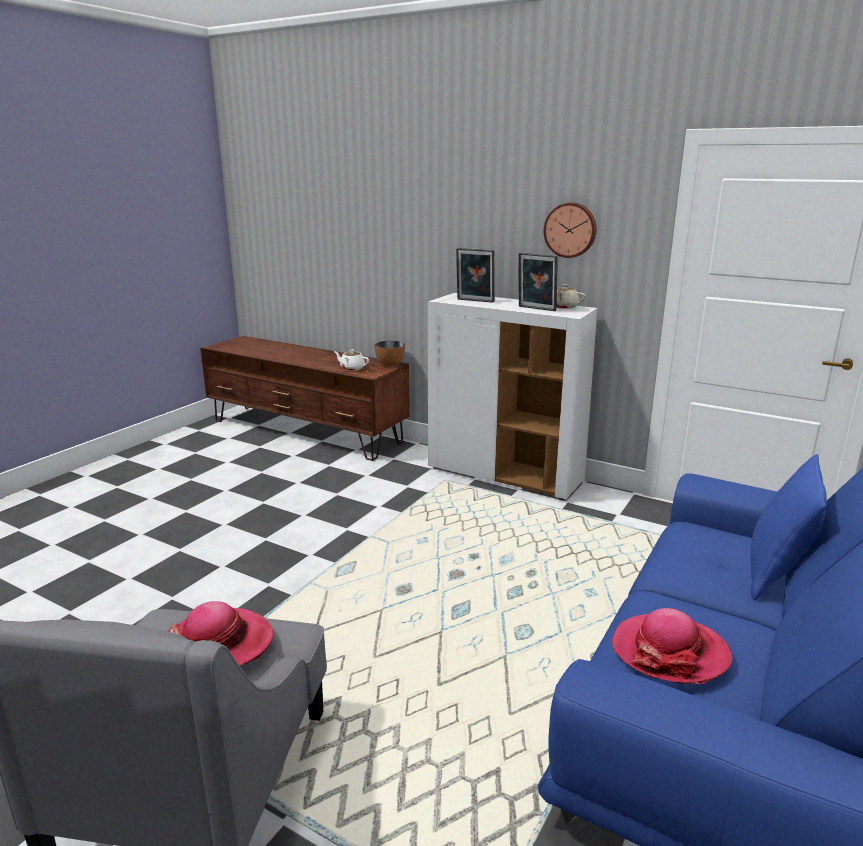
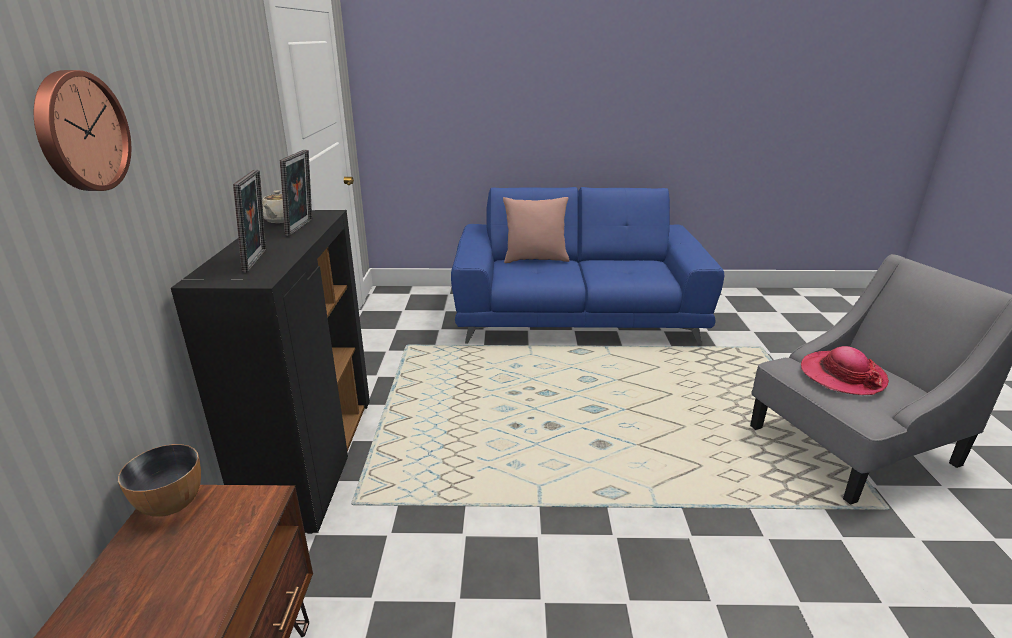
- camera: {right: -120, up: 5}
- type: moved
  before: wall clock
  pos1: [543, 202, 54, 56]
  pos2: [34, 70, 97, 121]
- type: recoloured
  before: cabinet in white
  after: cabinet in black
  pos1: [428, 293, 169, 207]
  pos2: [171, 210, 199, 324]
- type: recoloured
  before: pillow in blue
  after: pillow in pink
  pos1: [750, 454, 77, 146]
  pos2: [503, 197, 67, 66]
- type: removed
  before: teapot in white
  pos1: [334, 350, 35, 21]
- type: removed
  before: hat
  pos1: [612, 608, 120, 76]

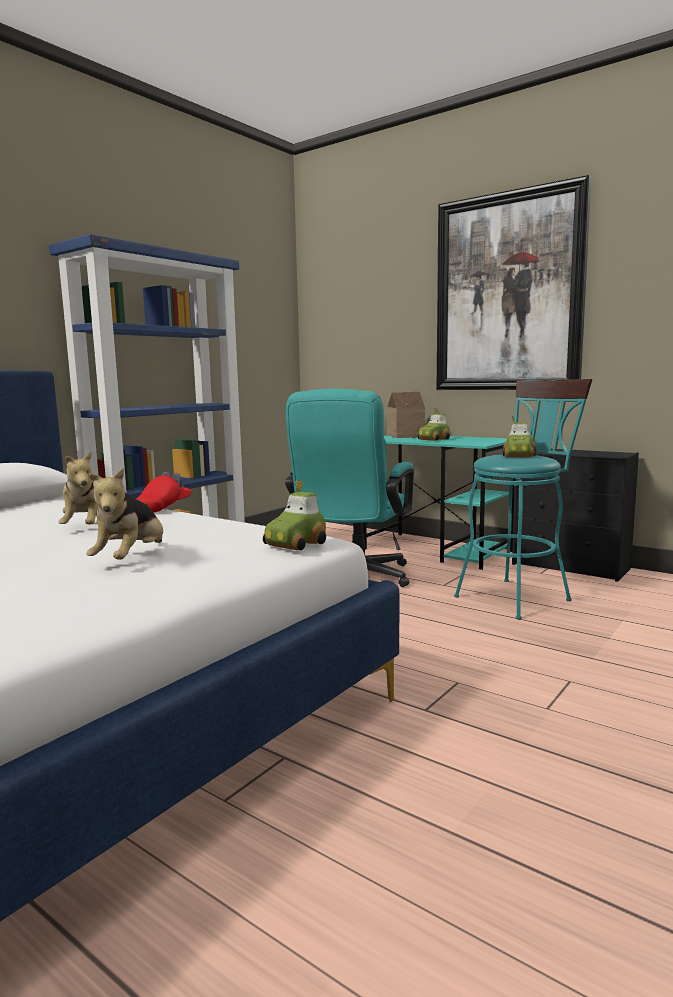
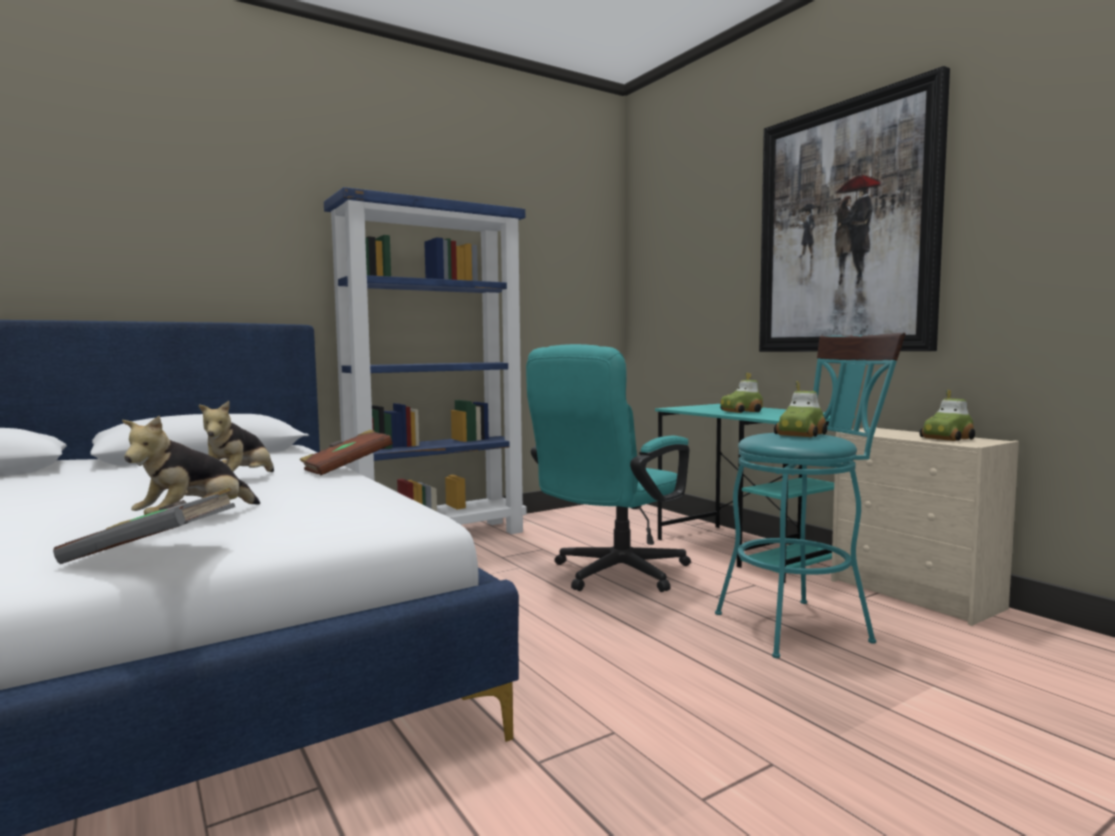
- camera: {right: 20, up: -5}
- type: added
  after: book in grey
  pos2: [53, 488, 182, 76]
- type: replaced
  before: cap in red
  after: book in brown
  pos1: [137, 472, 55, 41]
  pos2: [300, 430, 93, 45]
- type: recoloured
  before: dresser in black
  after: dresser in beige
  pos1: [512, 449, 127, 133]
  pos2: [831, 427, 188, 199]
- type: moved
  before: toy car
  pos1: [263, 480, 63, 70]
  pos2: [919, 390, 56, 51]
- type: removed
  before: toy house
  pos1: [387, 392, 38, 46]

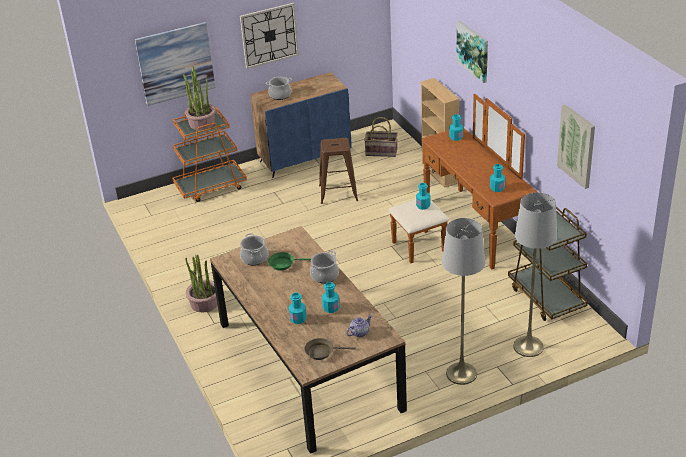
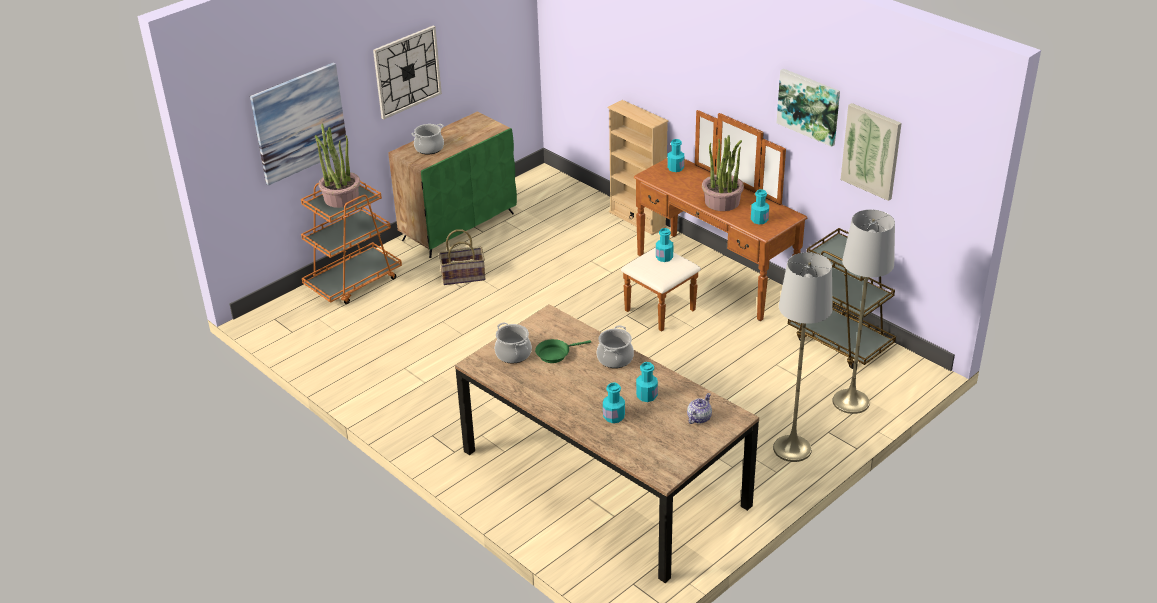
- camera: {right: -20, up: 0}
- type: recoloured
  before: cabinet in blue
  after: cabinet in green
  pos1: [250, 72, 101, 106]
  pos2: [388, 111, 129, 147]
- type: moved
  before: basket
  pos1: [364, 117, 34, 40]
  pos2: [439, 229, 46, 56]
- type: moved
  before: potted plant
  pos1: [186, 255, 32, 57]
  pos2: [702, 135, 42, 76]
- type: moved
  before: picture
  pos1: [456, 21, 32, 62]
  pos2: [777, 69, 63, 78]
- type: removed
  before: frying pan in brown
  pos1: [305, 338, 51, 22]
- type: removed
  before: stool in brown
  pos1: [319, 138, 39, 66]

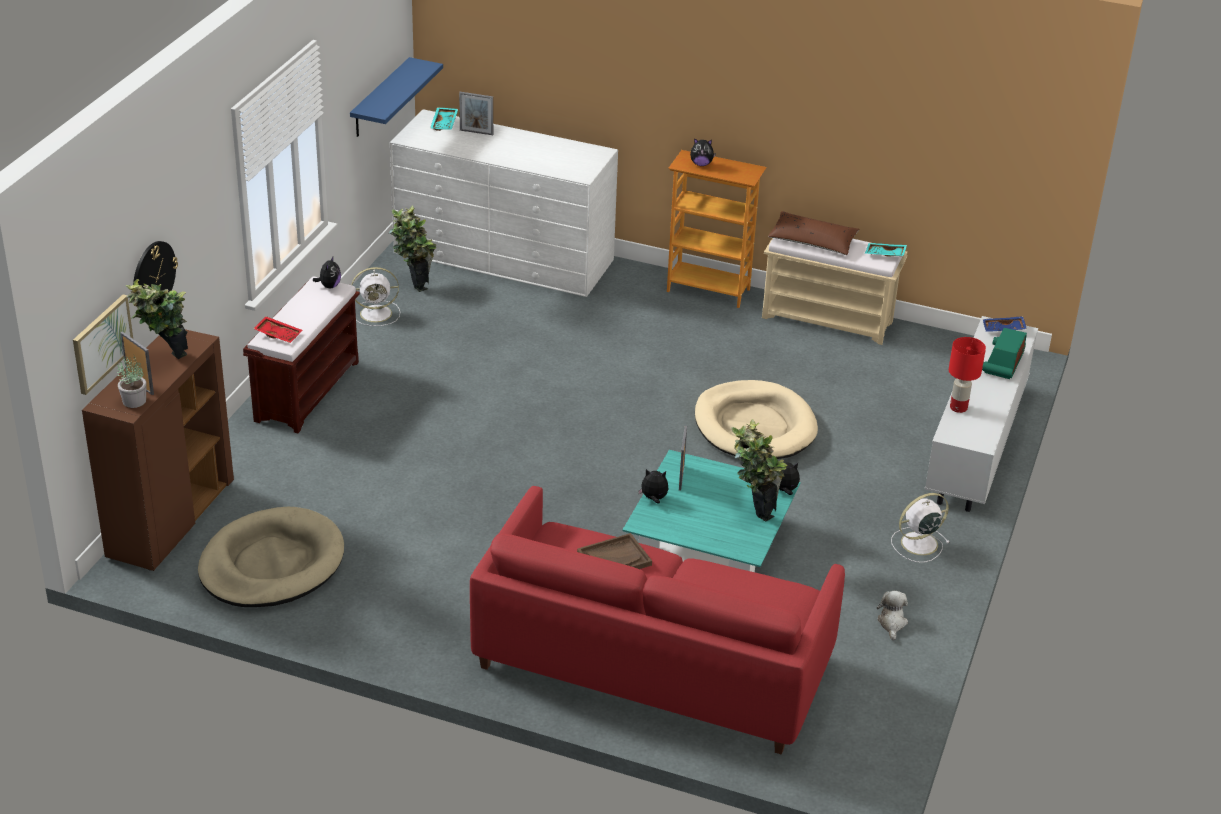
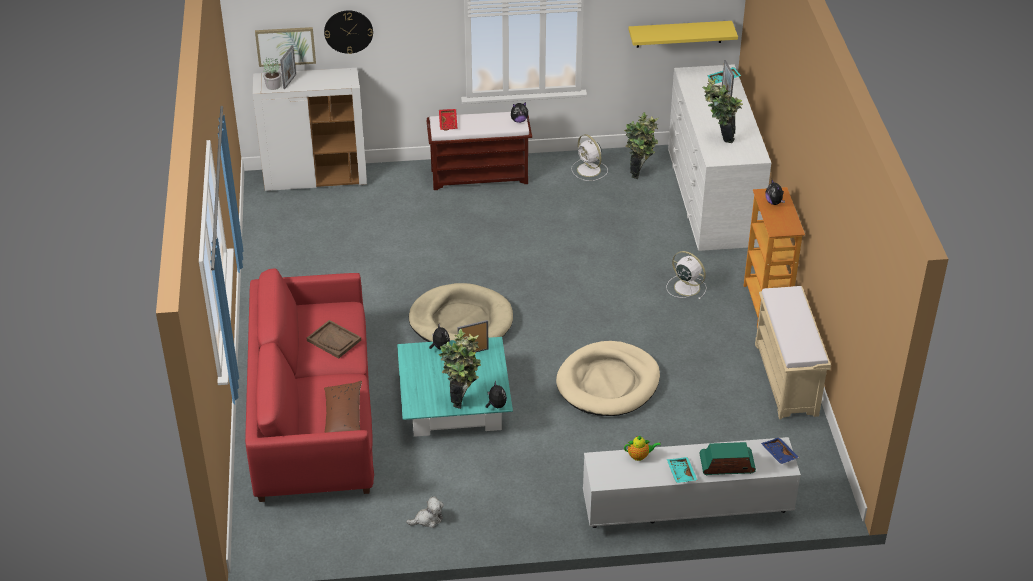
- camera: {right: 65, up: 5}
- type: recoloured
  before: cabinet in brown
  after: cabinet in white
  pos1: [82, 329, 152, 242]
  pos2: [253, 68, 114, 123]
- type: moved
  before: pillow in brown
  pos1: [768, 211, 92, 44]
  pos2: [324, 381, 38, 52]
- type: moved
  before: dog bed in beige
  pos1: [198, 507, 146, 100]
  pos2: [409, 283, 104, 59]
- type: replaced
  before: table lamp in red
  after: teapot
  pos1: [949, 337, 37, 76]
  pos2: [624, 435, 37, 26]
- type: recoloured
  before: shelf in blue
  after: shelf in yellow
  pos1: [350, 57, 93, 80]
  pos2: [628, 21, 110, 27]
- type: moved
  before: fan in white
  pos1: [891, 493, 59, 70]
  pos2: [666, 251, 41, 49]
- type: moved
  before: tray in turquoise
  pos1: [865, 243, 42, 13]
  pos2: [667, 457, 30, 26]
- type: moved
  before: potted plant
  pos1: [125, 279, 63, 80]
  pos2: [702, 78, 41, 65]

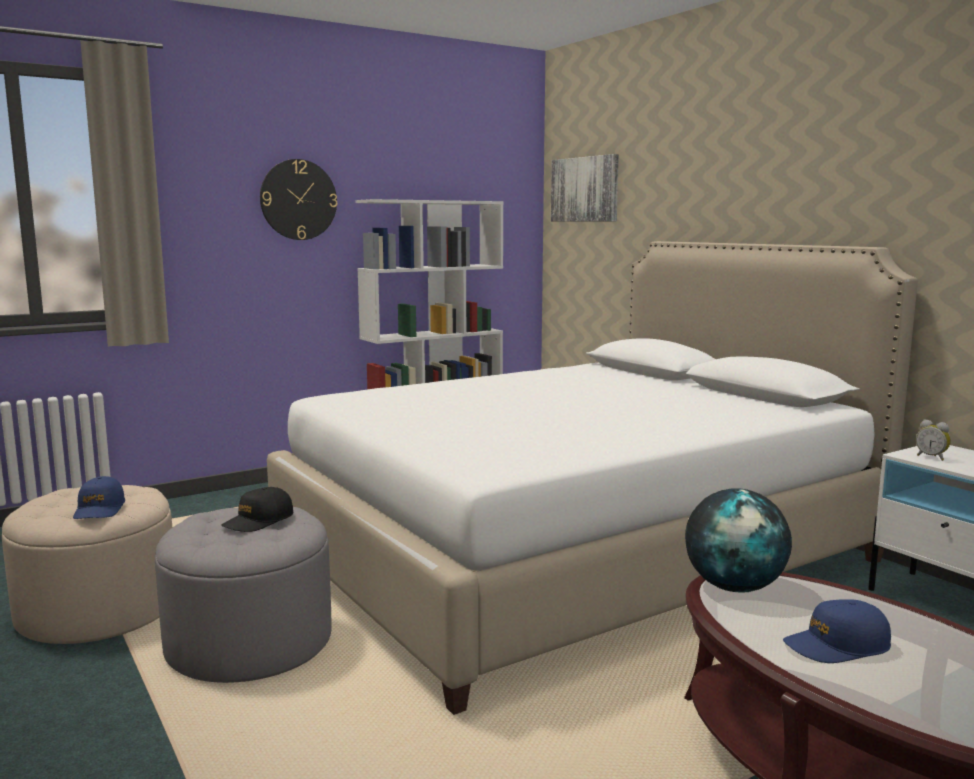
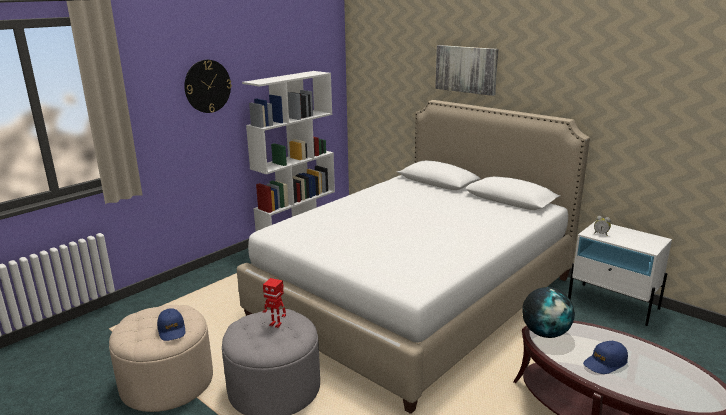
- camera: {right: -15, up: 10}
- type: replaced
  before: cap in black
  after: toy robot
  pos1: [221, 487, 72, 45]
  pos2: [263, 278, 23, 50]
- type: moved
  before: picture
  pos1: [551, 154, 68, 67]
  pos2: [435, 45, 64, 51]

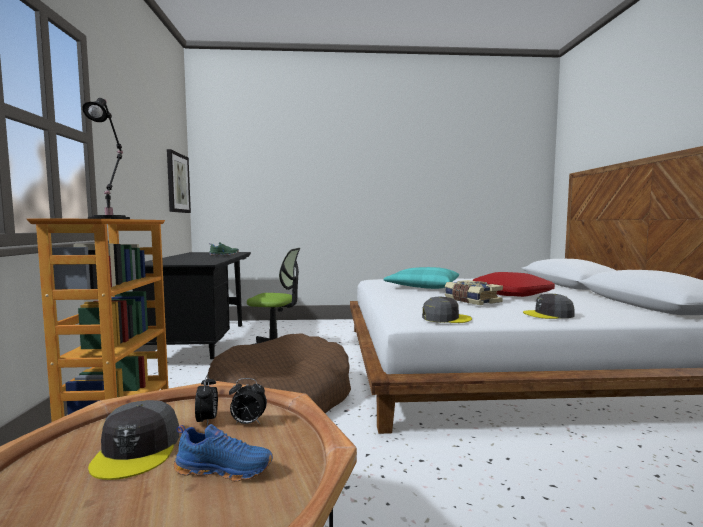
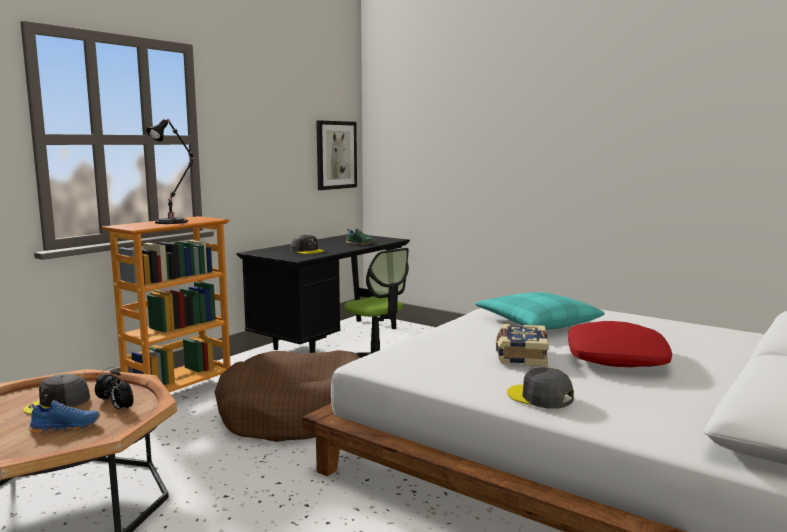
- camera: {right: 40, up: 5}
- type: turned
  before: shoe in blue
  pos1: [174, 424, 99, 57]
  pos2: [29, 400, 71, 33]
  turn: -60
- type: moved
  before: cap in grey
  pos1: [422, 297, 50, 26]
  pos2: [291, 234, 33, 20]

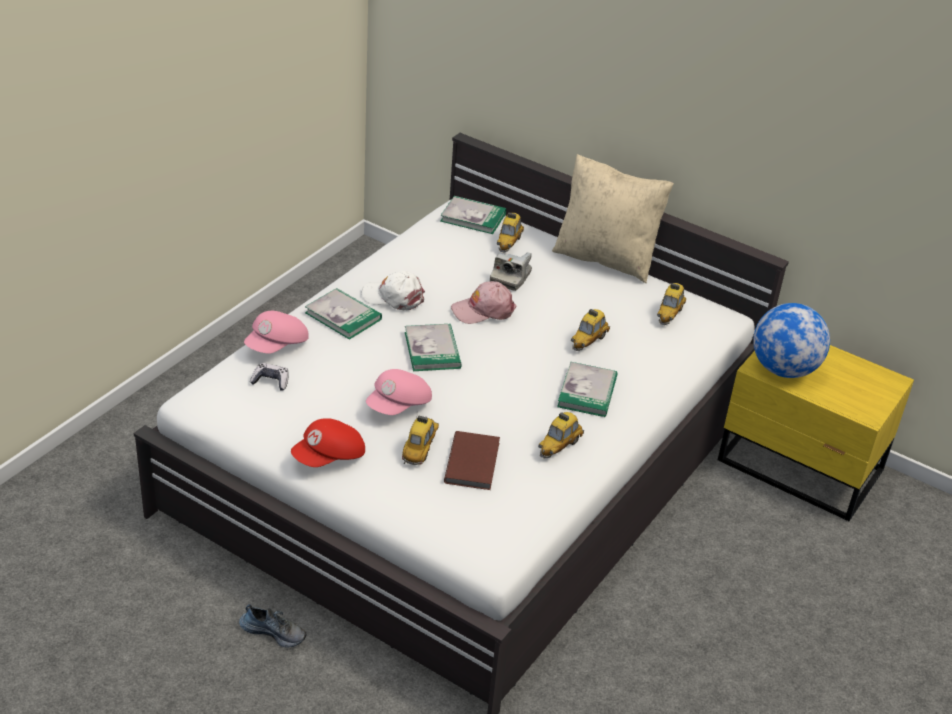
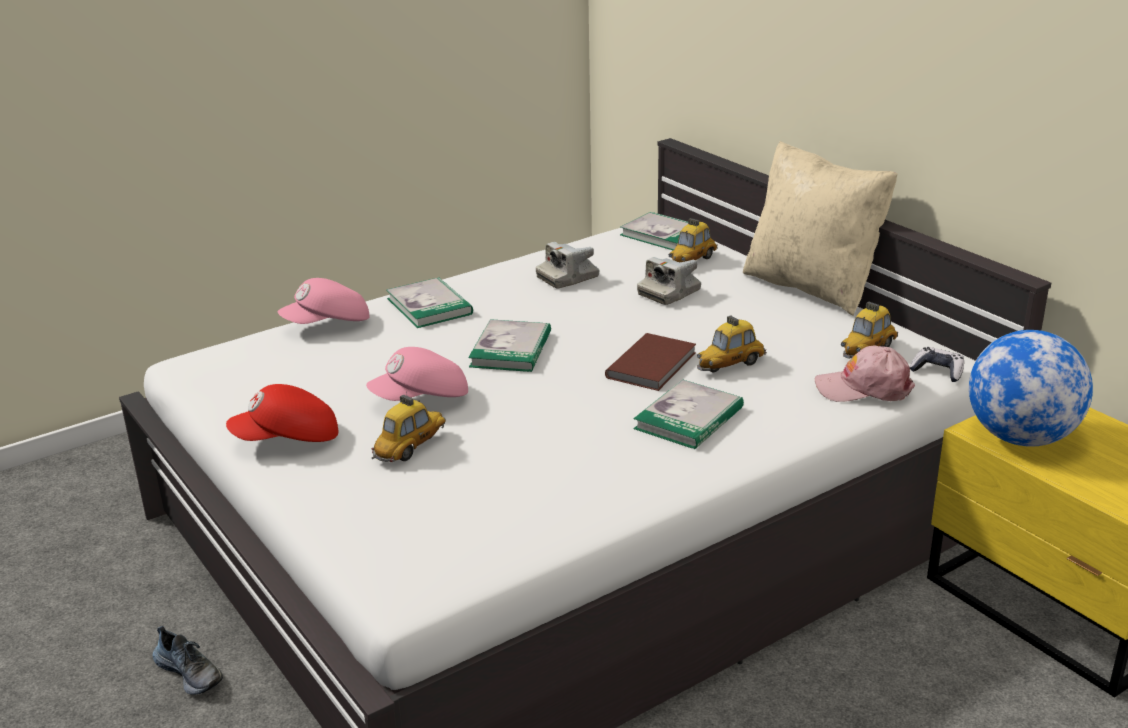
- camera: {right: 25, up: -10}
- type: added
  after: photo camera
  pos2: [536, 242, 64, 46]
- type: moved
  before: book in brown
  pos1: [444, 431, 56, 59]
  pos2: [605, 333, 91, 58]
- type: moved
  before: cap in pink
  pos1: [451, 281, 66, 43]
  pos2: [815, 346, 100, 56]
- type: moved
  before: game controller
  pos1: [250, 363, 39, 28]
  pos2: [909, 347, 55, 35]
- type: removed
  before: cap in white
  pos1: [362, 271, 63, 40]
- type: removed
  before: toy car
  pos1: [538, 412, 46, 47]

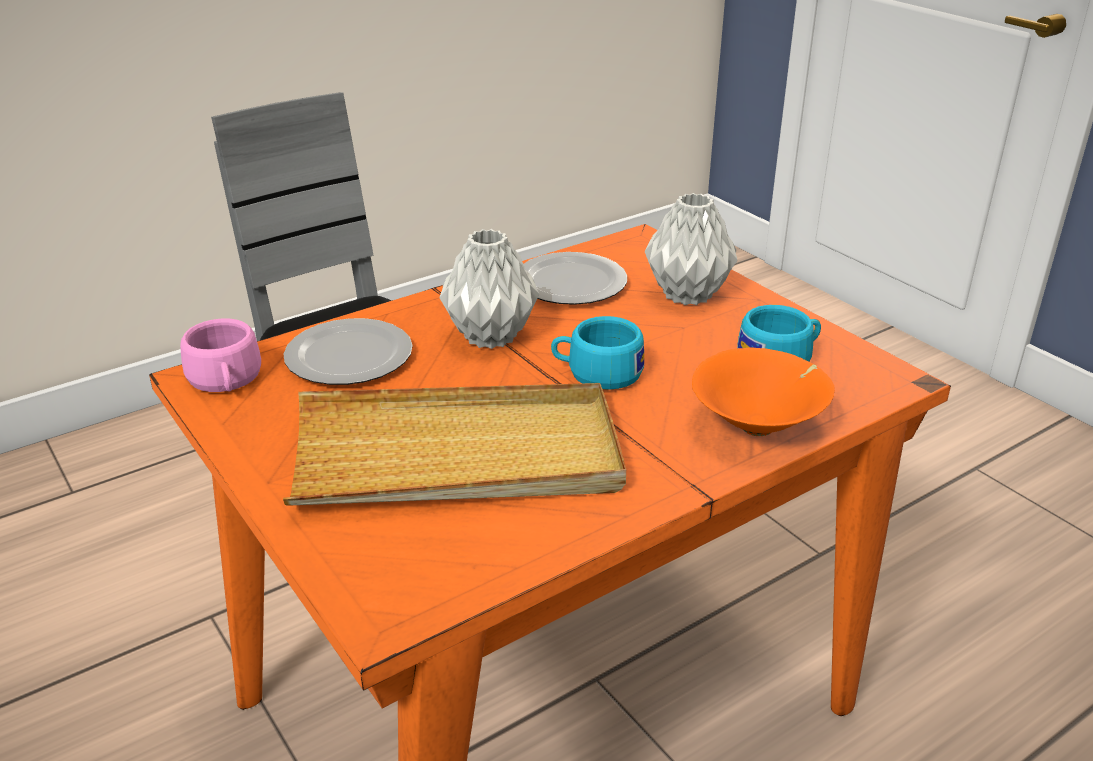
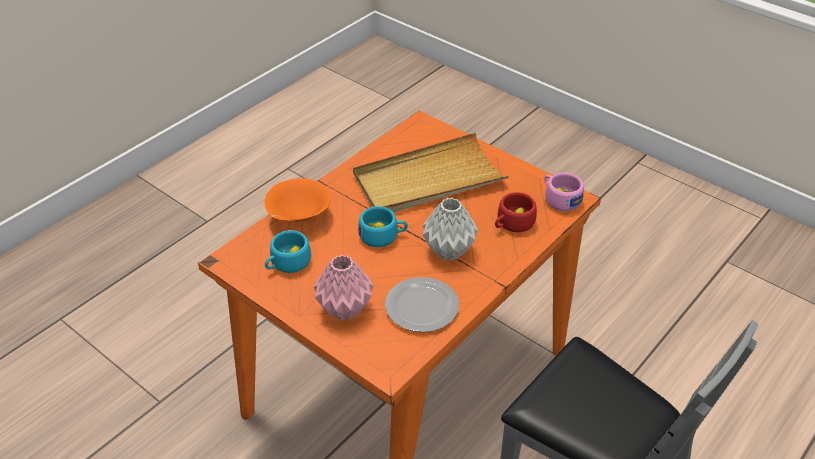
- camera: {right: 165, up: 10}
- type: recoloured
  before: vase in grey
  after: vase in pink
  pos1: [645, 193, 92, 112]
  pos2: [314, 255, 59, 65]
- type: replaced
  before: plate
  after: cup in red
  pos1: [284, 318, 129, 67]
  pos2: [495, 192, 42, 40]

